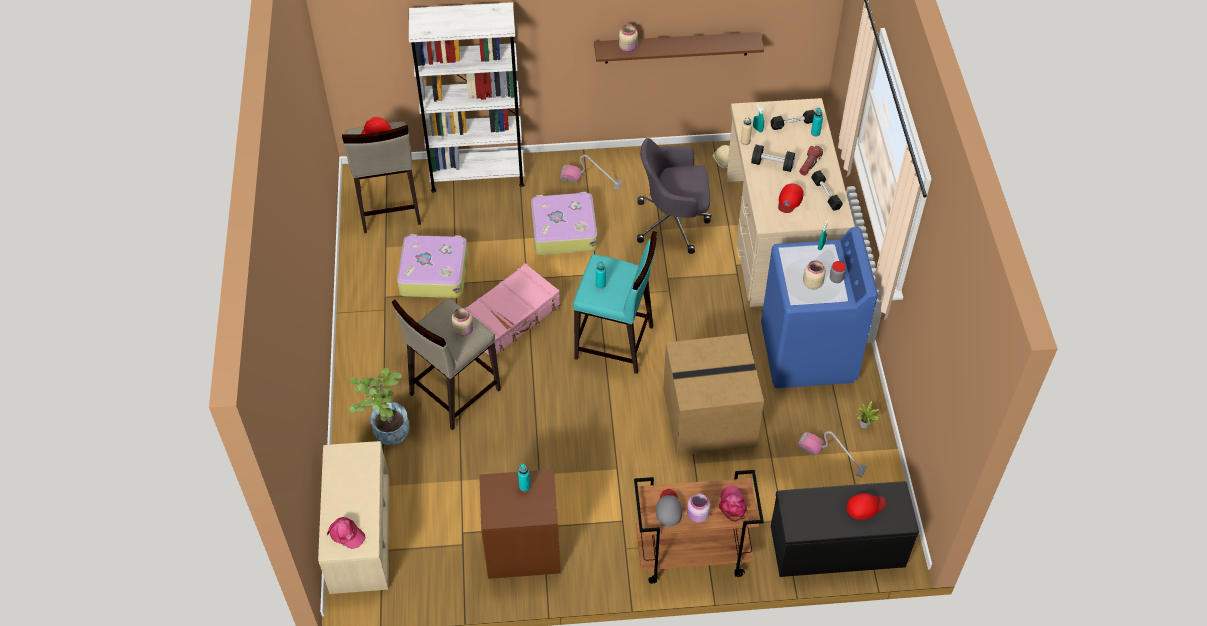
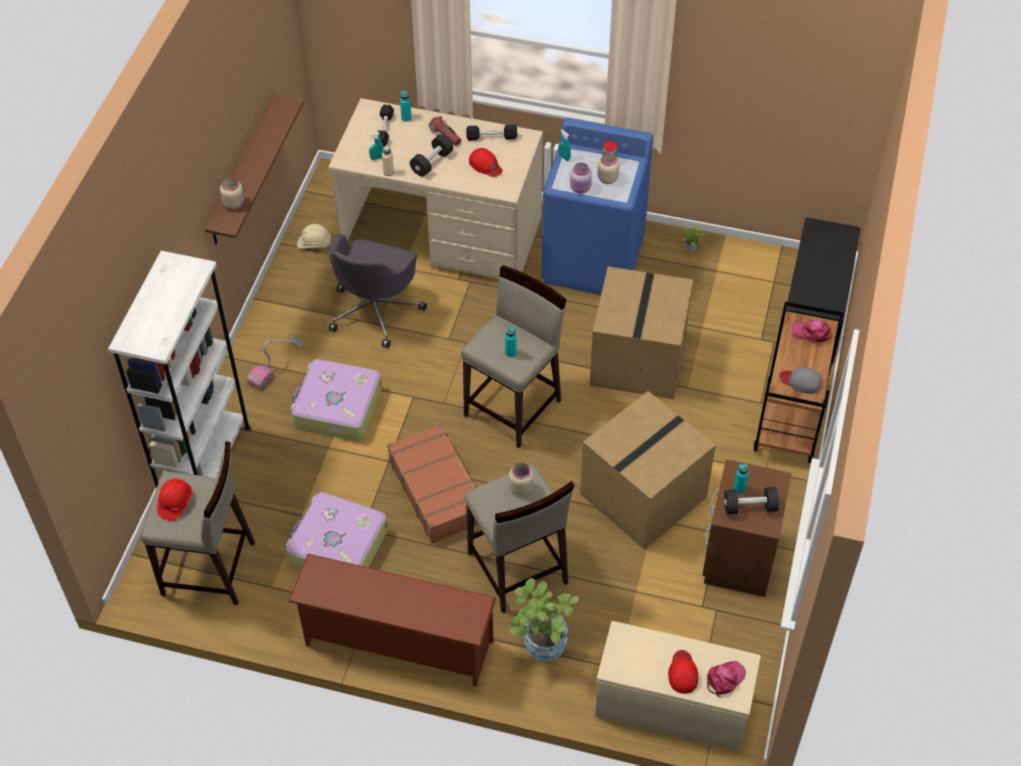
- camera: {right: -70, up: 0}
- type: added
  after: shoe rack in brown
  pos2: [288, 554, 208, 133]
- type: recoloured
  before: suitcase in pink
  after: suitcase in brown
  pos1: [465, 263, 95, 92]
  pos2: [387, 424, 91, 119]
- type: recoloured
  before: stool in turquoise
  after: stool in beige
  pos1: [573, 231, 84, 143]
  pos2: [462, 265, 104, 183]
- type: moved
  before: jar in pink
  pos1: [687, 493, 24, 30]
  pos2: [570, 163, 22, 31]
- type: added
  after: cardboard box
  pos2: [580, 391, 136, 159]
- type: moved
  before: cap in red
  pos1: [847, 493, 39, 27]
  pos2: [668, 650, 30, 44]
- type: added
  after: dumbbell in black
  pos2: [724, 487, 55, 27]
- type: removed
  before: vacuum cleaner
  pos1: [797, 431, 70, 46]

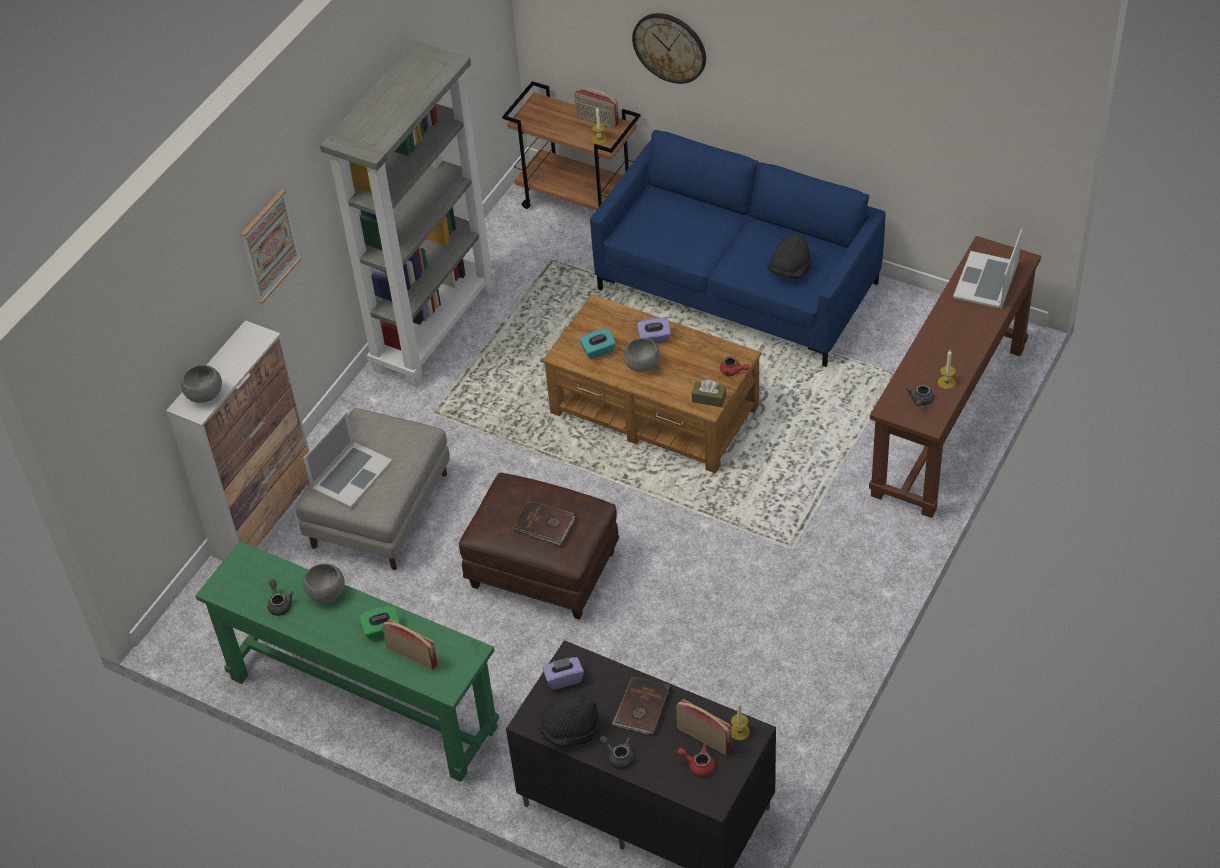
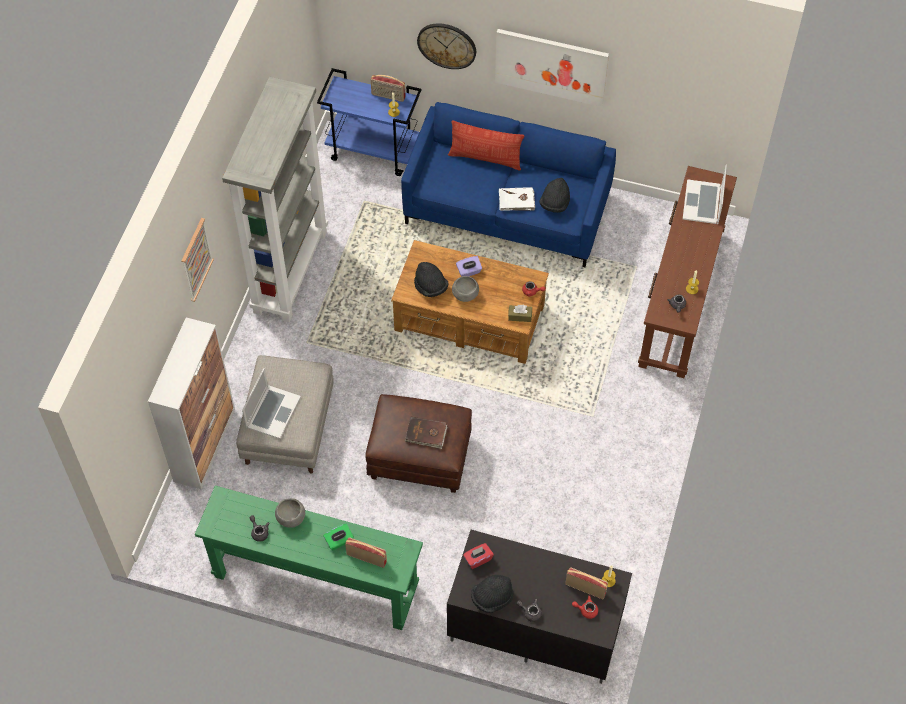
- camera: {right: -15, up: 10}
- type: recoloured
  before: cart in brown
  after: cart in blue
  pos1: [502, 81, 139, 130]
  pos2: [317, 68, 104, 108]
- type: replaced
  before: tissue box in turquoise
  after: hat in black
  pos1: [579, 328, 37, 31]
  pos2: [414, 262, 35, 35]
- type: added
  after: pillow
  pos2: [448, 121, 77, 50]
- type: recoloured
  before: tissue box in purple
  after: tissue box in red
  pos1: [542, 657, 42, 33]
  pos2: [463, 543, 31, 26]
- type: added
  after: picture
  pos2: [495, 29, 114, 78]
- type: added
  after: book in white
  pos2: [499, 187, 36, 24]
- type: removed
  before: bowl in grey
  pos1: [181, 365, 41, 38]
- type: removed
  before: book in brown
  pos1: [612, 676, 60, 59]

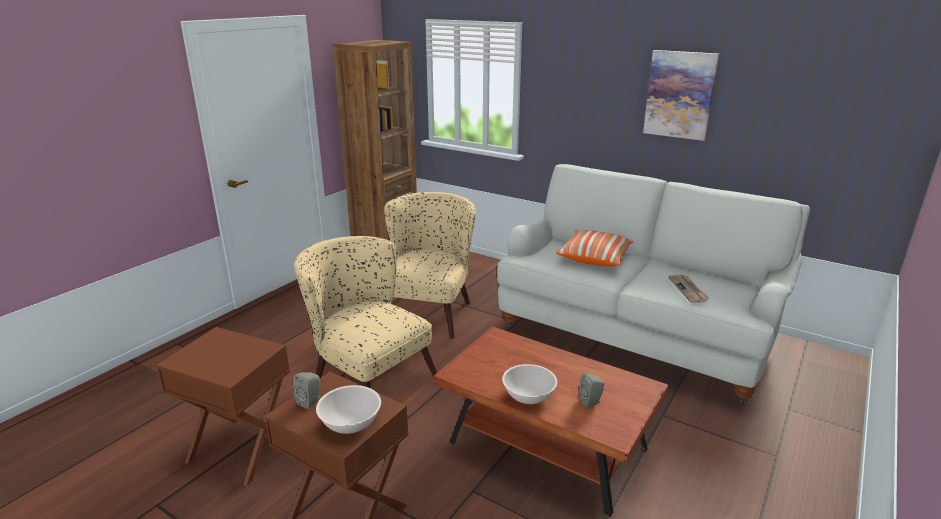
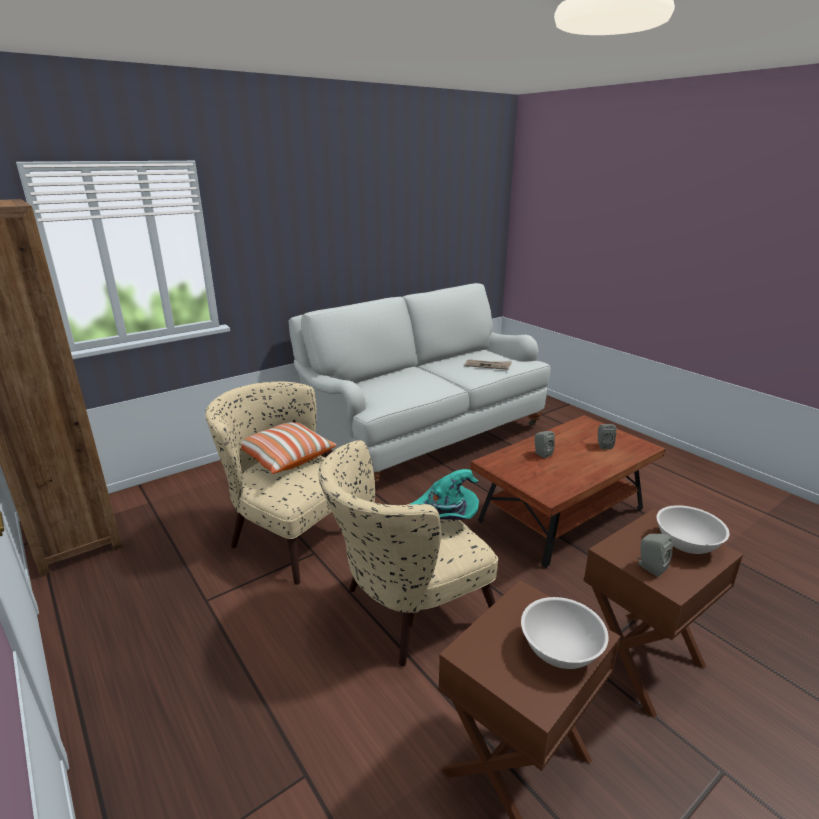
- camera: {right: -70, up: 0}
- type: moved
  before: pillow
  pos1: [556, 230, 77, 36]
  pos2: [241, 422, 95, 52]
- type: added
  after: hat in turquoise
  pos2: [409, 469, 70, 51]
- type: moved
  before: bowl in white
  pos1: [502, 364, 55, 40]
  pos2: [521, 597, 88, 72]
- type: added
  after: speaker in grey
  pos2: [535, 431, 20, 27]
- type: removed
  before: picture
  pos1: [643, 50, 76, 91]

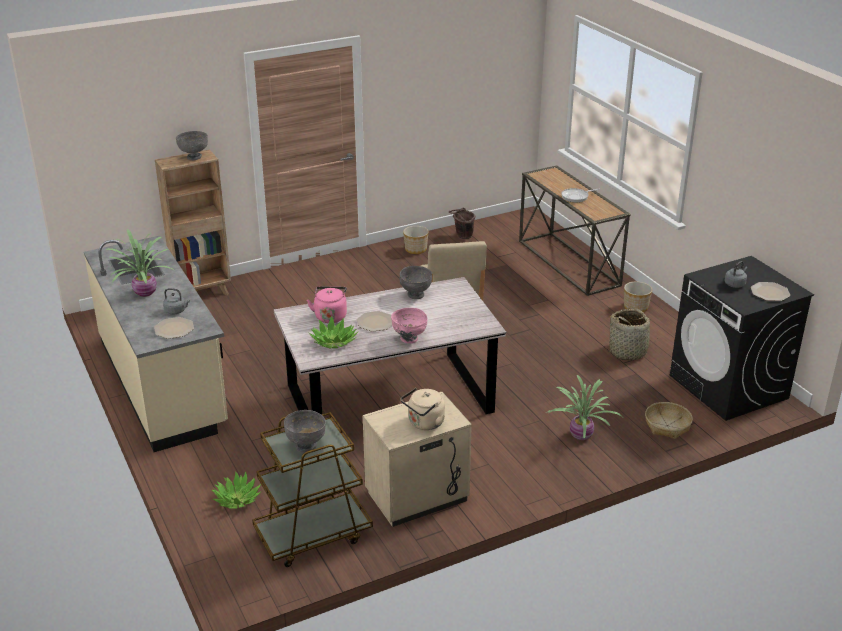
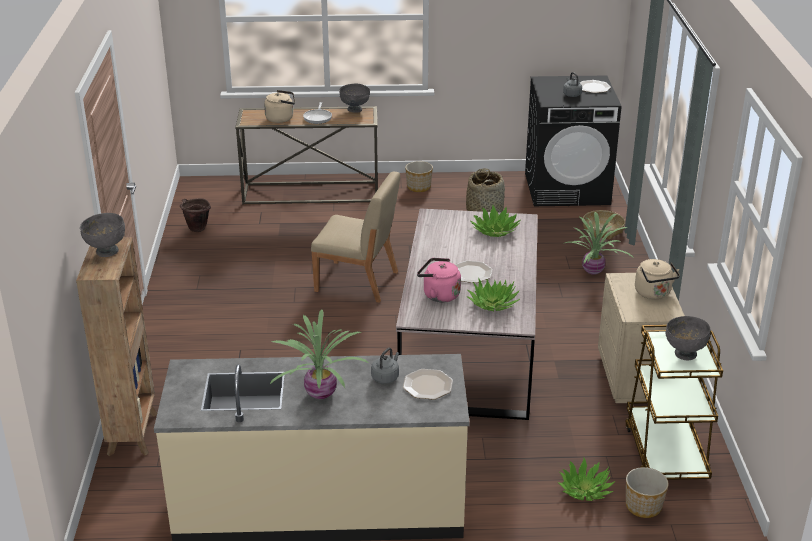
- camera: {right: -65, up: 0}
- type: added
  after: kettle in beige
  pos2: [264, 90, 31, 33]
- type: moved
  before: bowl in grey
  pos1: [400, 266, 32, 33]
  pos2: [339, 84, 31, 29]
- type: added
  after: potted plant
  pos2: [471, 204, 49, 33]
- type: moved
  before: planter
  pos1: [403, 226, 26, 28]
  pos2: [626, 467, 43, 51]
- type: removed
  before: bowl in pink
  pos1: [391, 308, 37, 35]

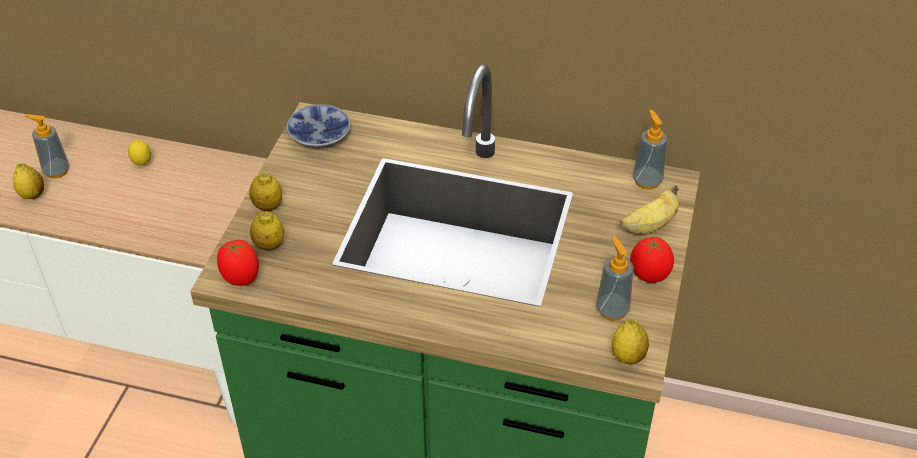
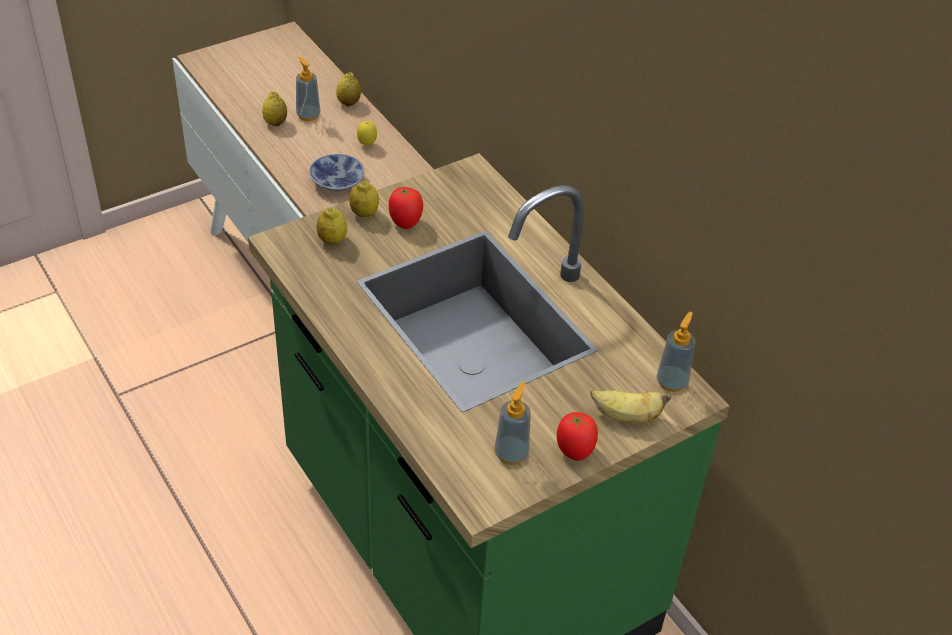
- camera: {right: 40, up: 0}
- type: moved
  before: bowl
  pos1: [287, 104, 63, 44]
  pos2: [309, 154, 55, 38]
- type: moved
  before: lemon
  pos1: [611, 318, 38, 46]
  pos2: [336, 72, 25, 34]
- type: moved
  before: tomato
  pos1: [217, 240, 42, 46]
  pos2: [389, 187, 34, 42]

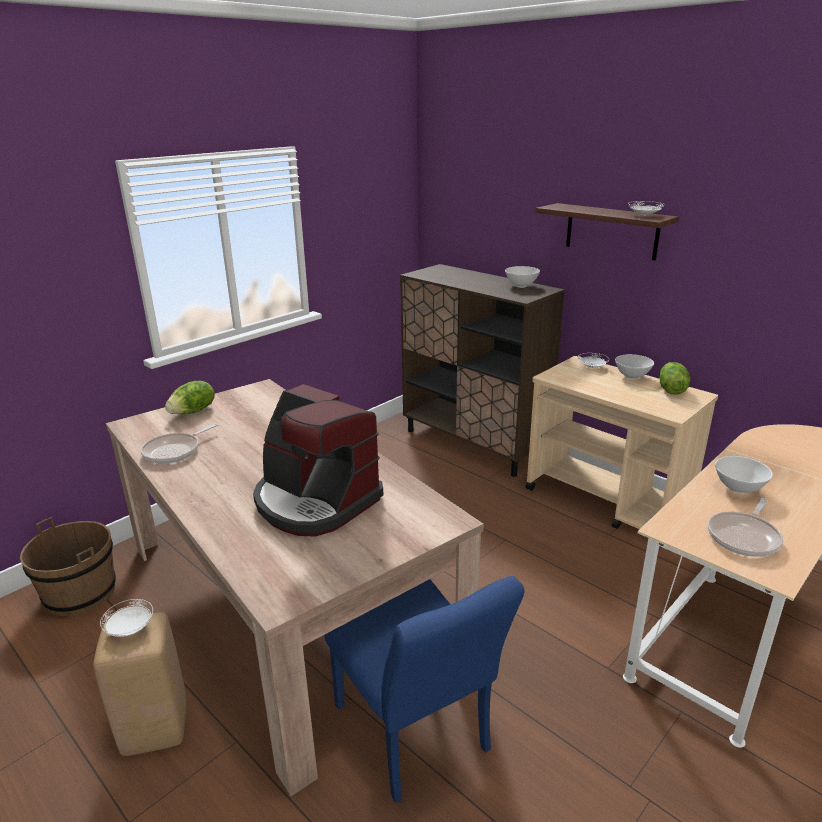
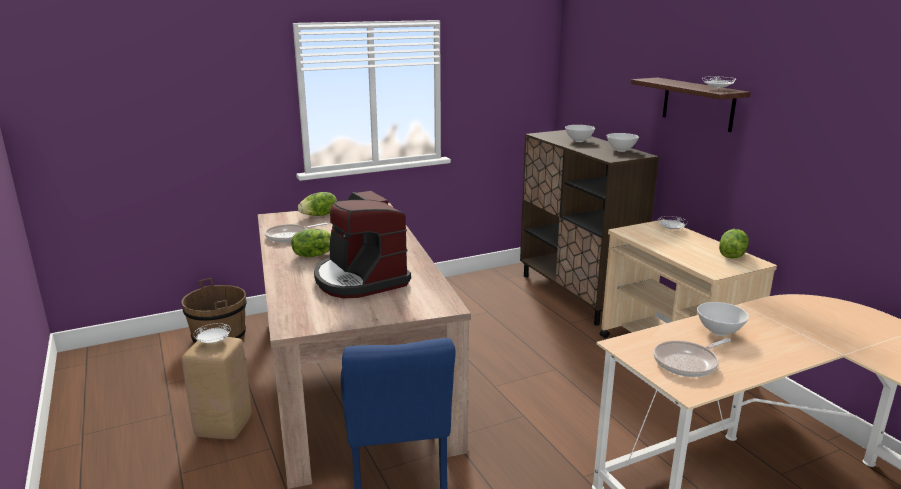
- camera: {right: 20, up: -5}
- type: added
  after: lettuce
  pos2: [291, 229, 40, 28]
- type: moved
  before: bowl in white
  pos1: [615, 354, 39, 25]
  pos2: [565, 125, 30, 17]

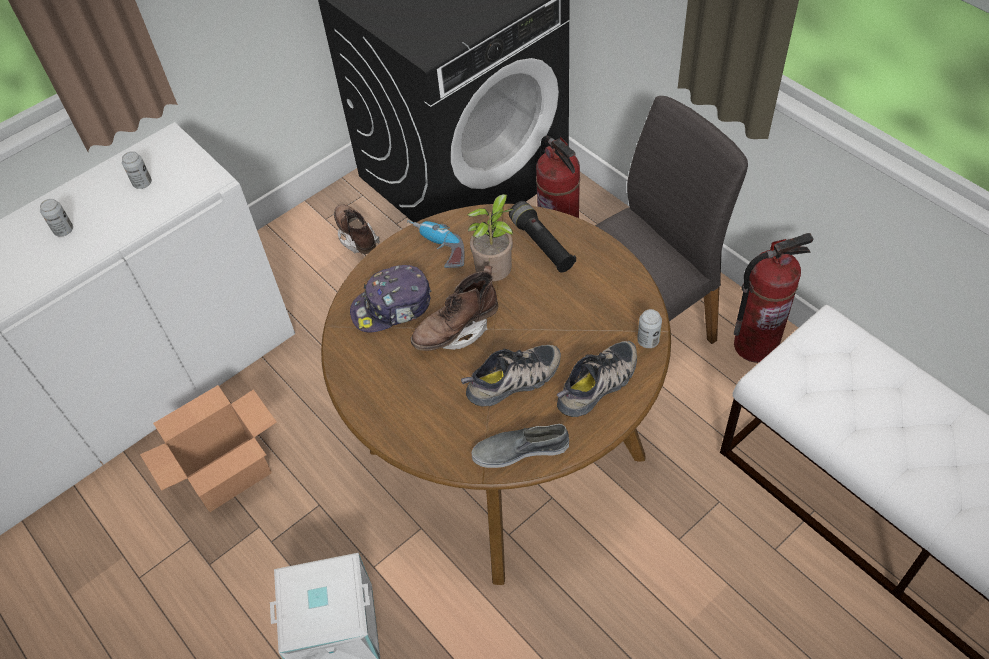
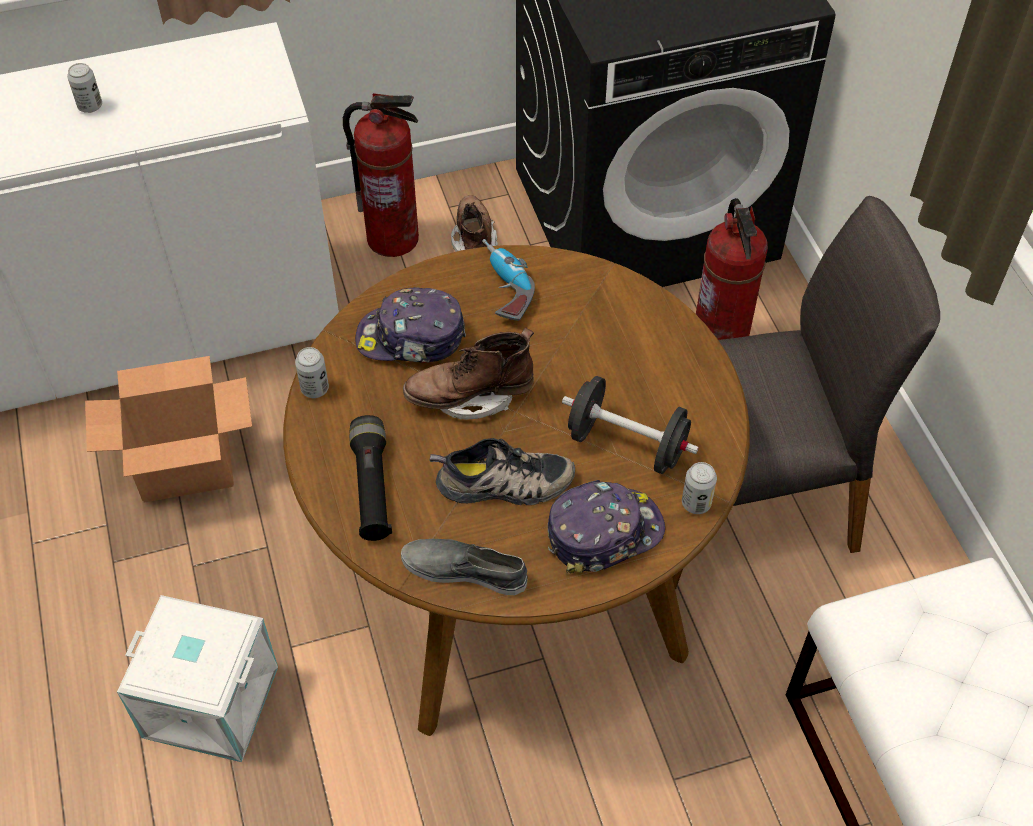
- camera: {right: 20, up: 0}
- type: moved
  before: can
  pos1: [122, 151, 30, 38]
  pos2: [295, 347, 34, 51]
- type: moved
  before: fire extinguisher
  pos1: [734, 233, 80, 130]
  pos2: [343, 93, 76, 164]
- type: moved
  before: flashlight in black
  pos1: [509, 201, 67, 71]
  pos2: [349, 415, 43, 126]
- type: replaced
  before: shoe
  after: cap
  pos1: [557, 341, 80, 76]
  pos2: [548, 480, 117, 93]
- type: added
  after: dumbbell in black
  pos2: [562, 376, 137, 98]
- type: removed
  before: potted plant
  pos1: [467, 194, 46, 87]

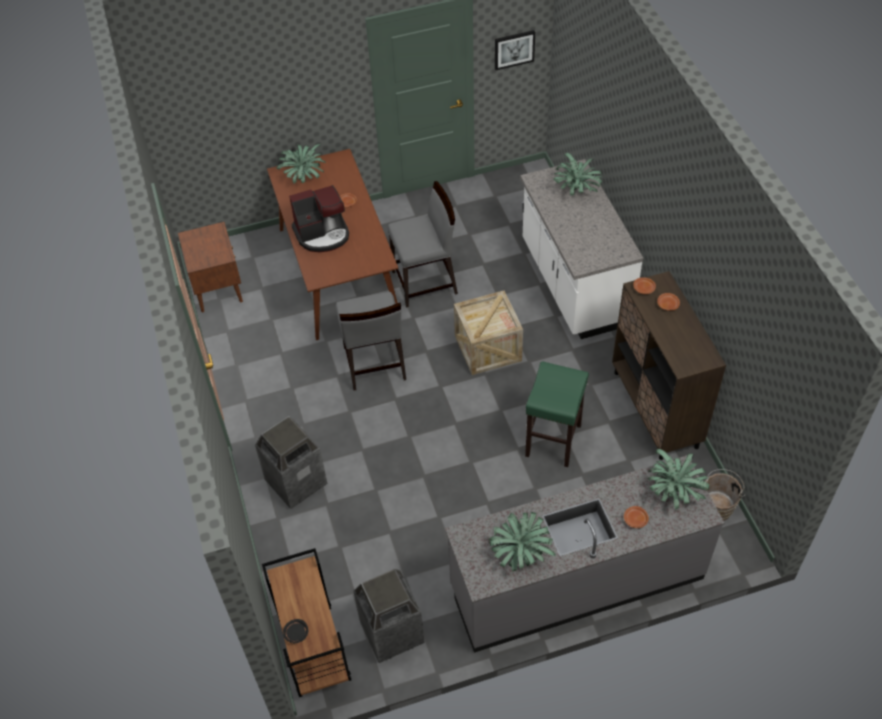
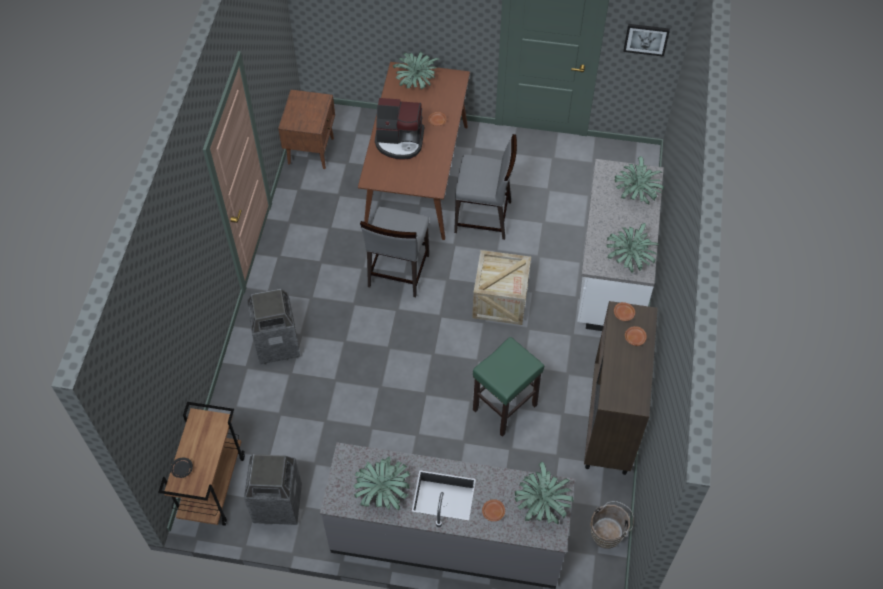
- camera: {right: 25, up: 5}
- type: added
  after: potted plant
  pos2: [606, 223, 54, 50]

